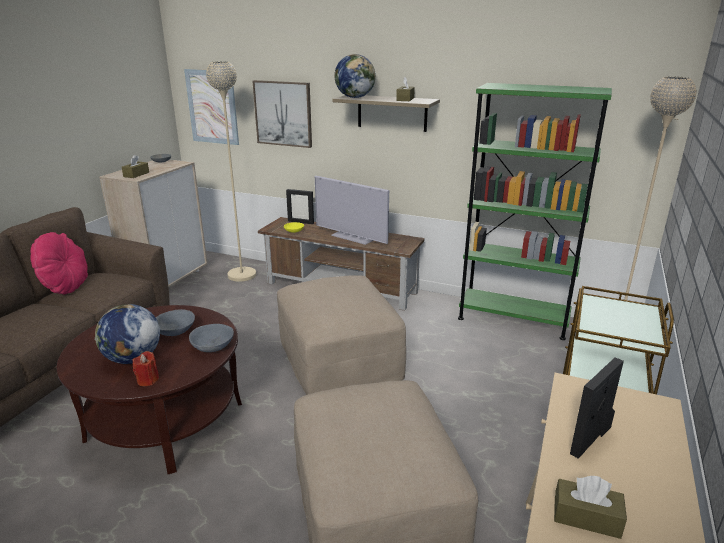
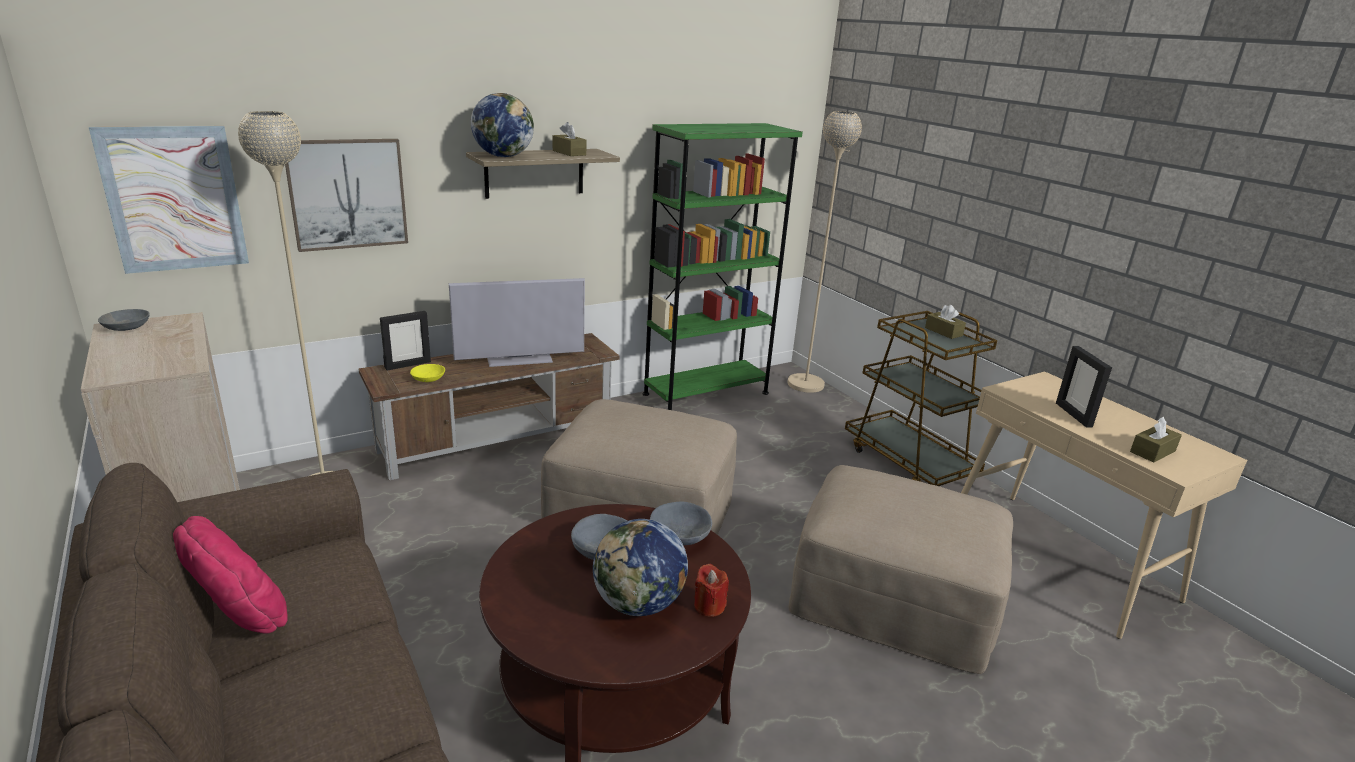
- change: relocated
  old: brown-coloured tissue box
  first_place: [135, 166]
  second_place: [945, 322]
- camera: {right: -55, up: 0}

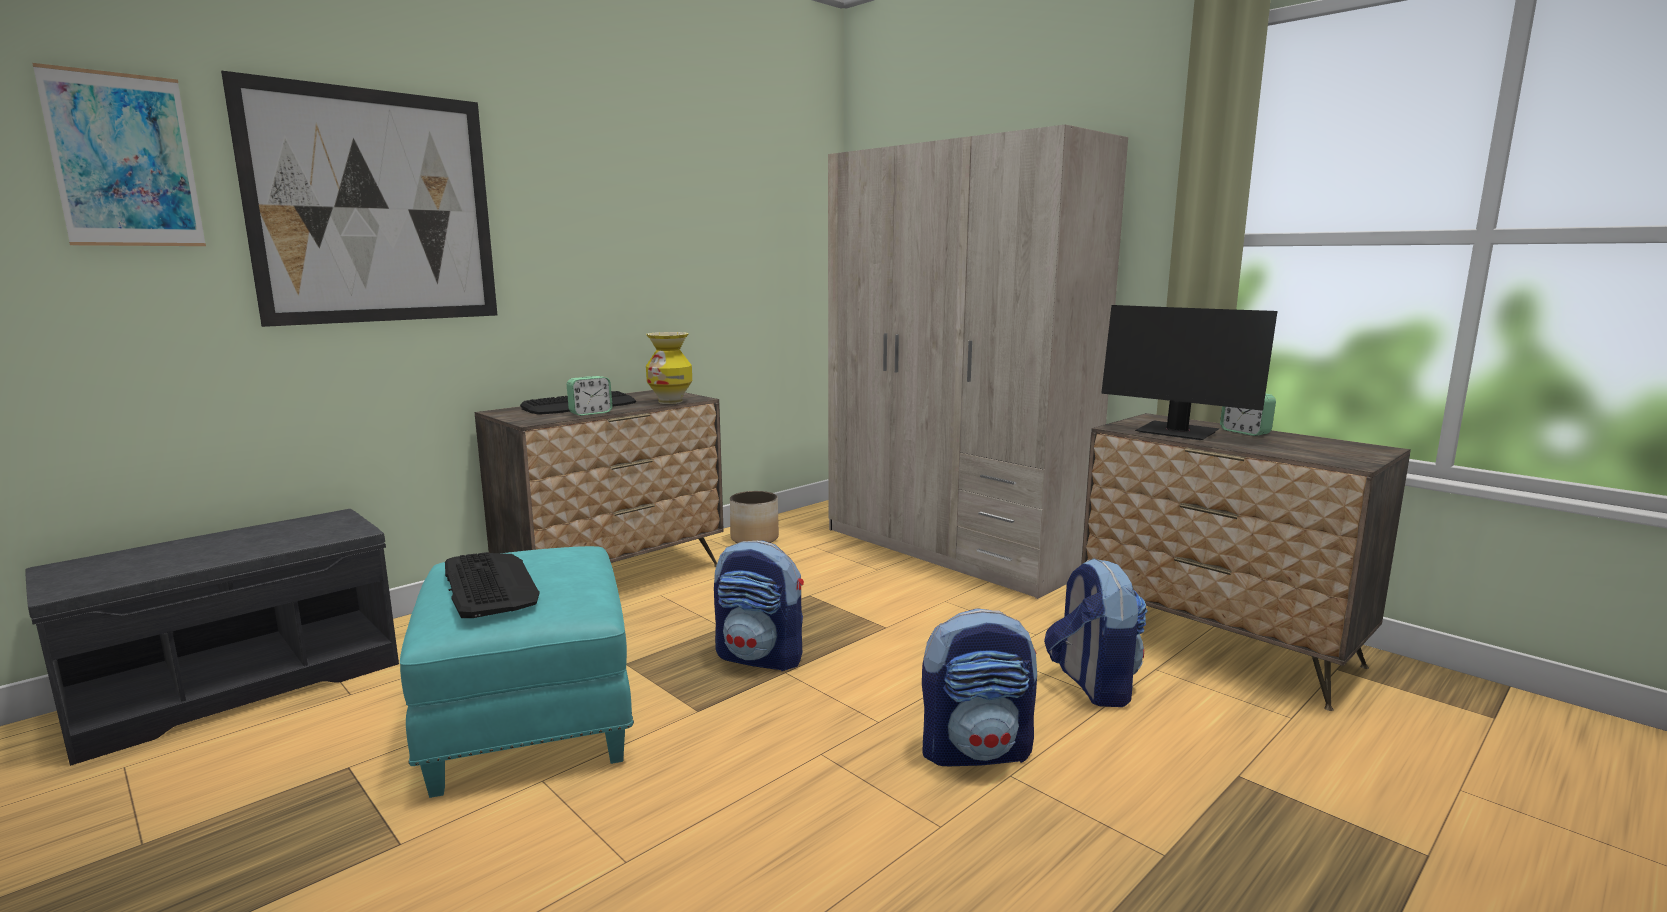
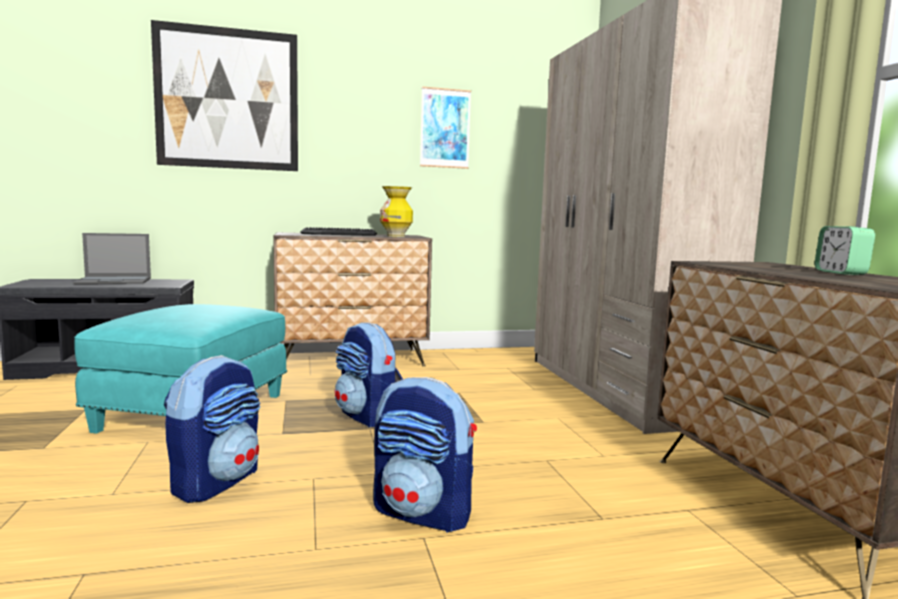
- change: relocated
  old: picture
  first_place: [119, 154]
  second_place: [445, 127]
- change: missing
  old: computer keyboard
  first_place: [492, 585]
- change: missing
  old: table clock
  first_place: [590, 396]
- change: missing
  old: flower pot
  first_place: [754, 517]
- change: relocated
  old: rucksack
  first_place: [1096, 632]
  second_place: [212, 429]
- change: missing
  old: monitor
  first_place: [1189, 372]
- change: appeared
  new: laptop
  second_place: [112, 258]
- camera: {right: 30, up: -5}

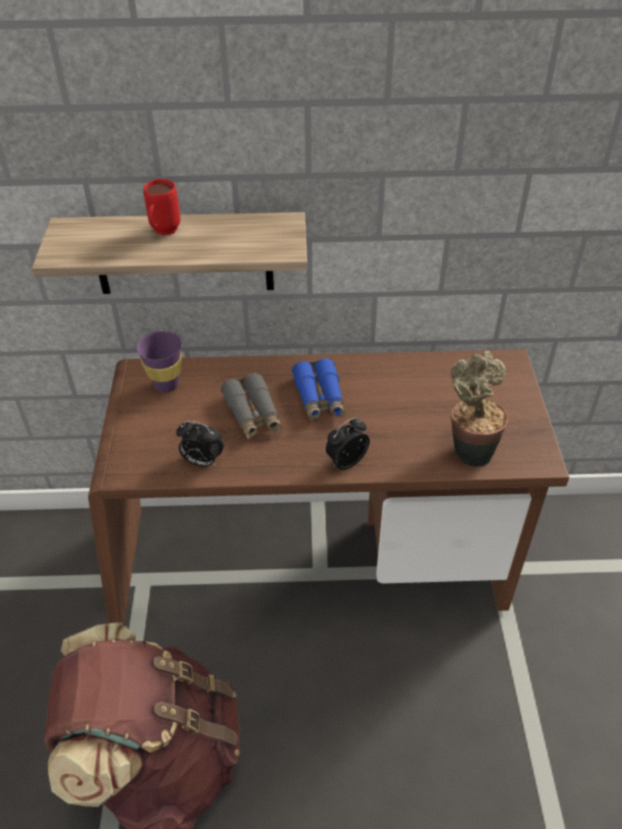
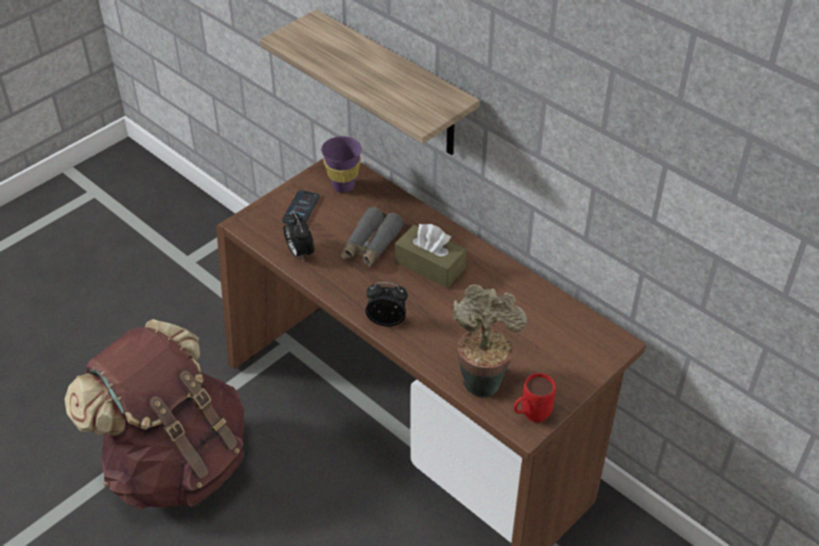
- change: relocated
  old: red-coloured coffee mug
  first_place: [162, 207]
  second_place: [535, 397]
- change: exchanged
  old: blue-coloured field glasses
  new: brown-coloured tissue box
  first_place: [318, 389]
  second_place: [431, 256]
- change: appeared
  new: handset
  second_place: [301, 207]
- camera: {right: 45, up: 0}

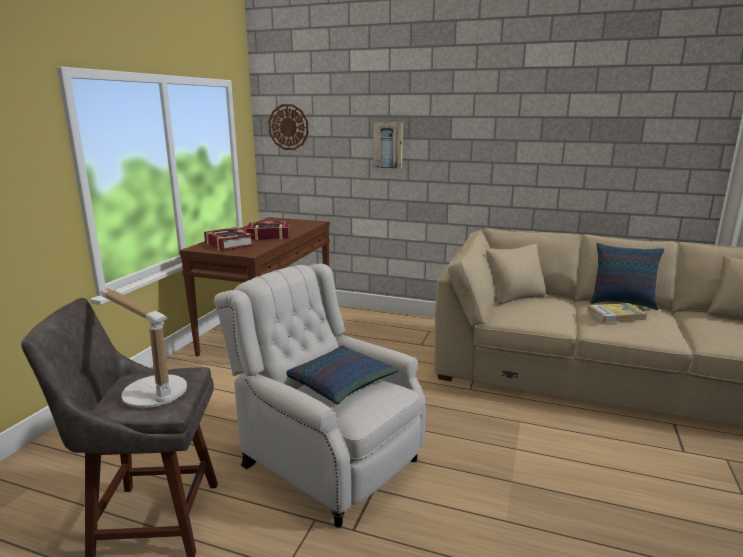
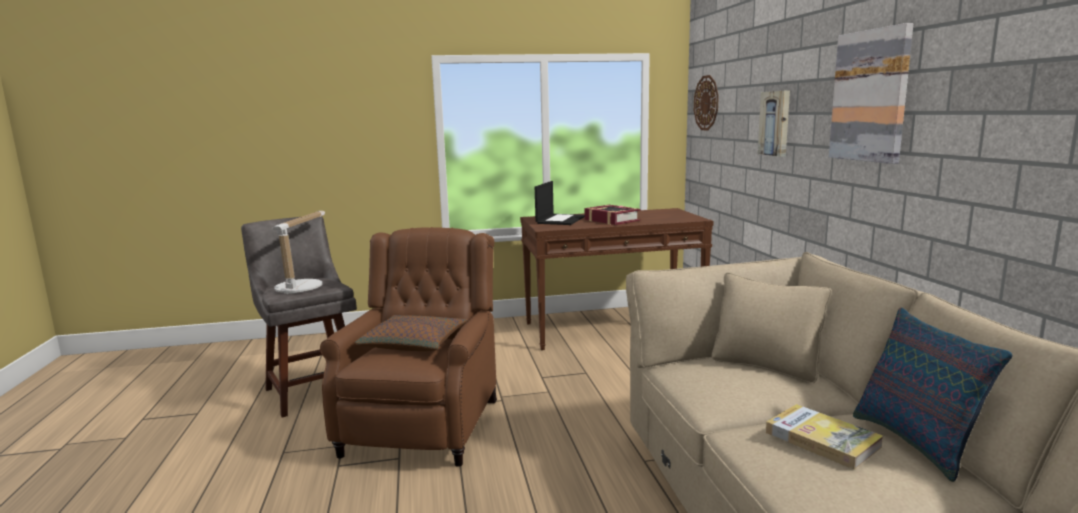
- change: exchanged
  old: bound book
  new: laptop
  first_place: [229, 239]
  second_place: [560, 203]
- change: colour
  old: white-coloured armchair
  new: brown-coloured armchair
  first_place: [320, 395]
  second_place: [408, 347]
- change: colour
  old: blue-coloured pillow
  new: brown-coloured pillow
  first_place: [342, 374]
  second_place: [411, 333]
- change: appeared
  new: picture
  second_place: [871, 93]
- camera: {right: 60, up: -5}

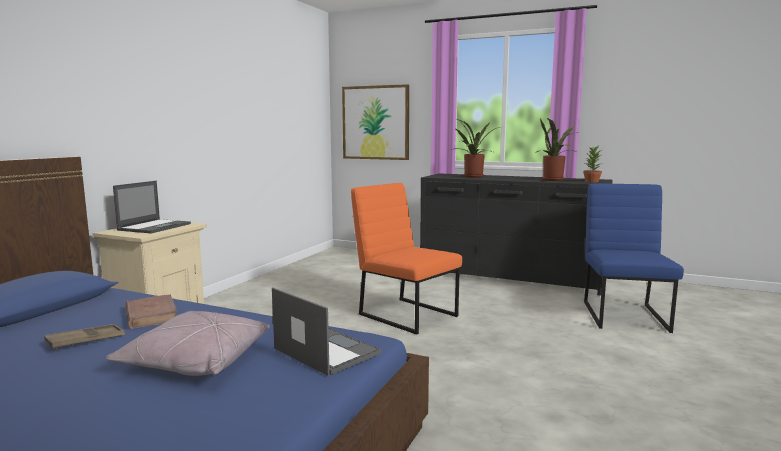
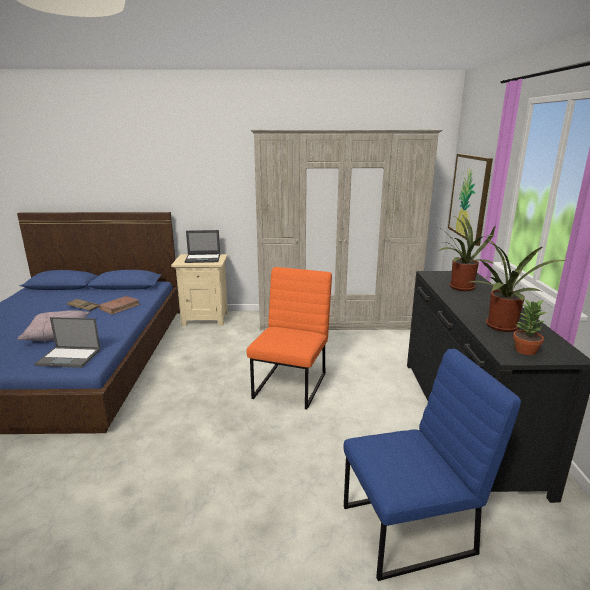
- change: spun
  old: laptop
  first_place: [326, 332]
  second_place: [67, 342]
  degrees: 75
- change: appeared
  new: beige wardrobe
  second_place: [347, 230]
- camera: {right: 65, up: 10}

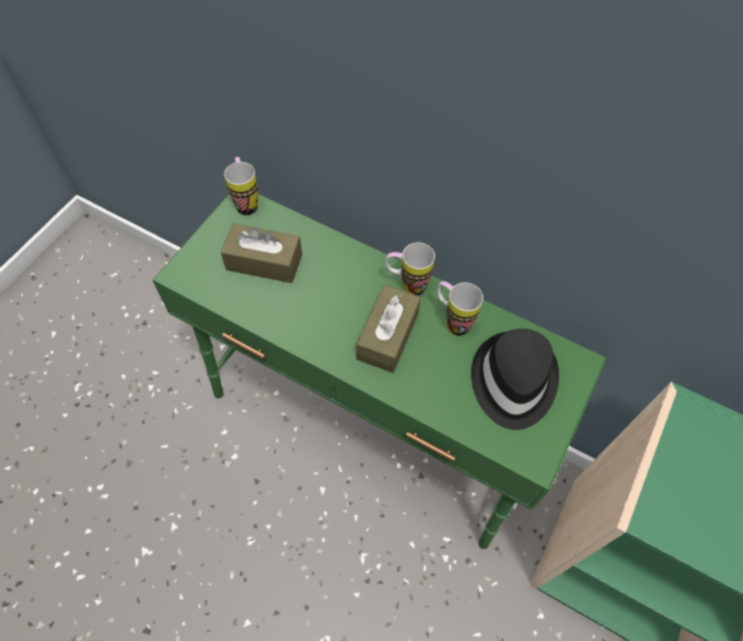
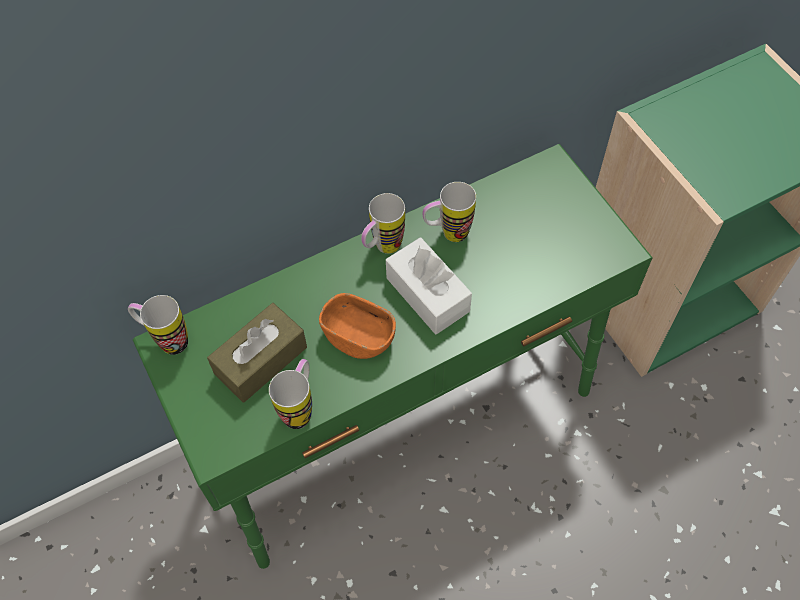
- change: colour
  old: brown-coloured tissue box
  new: white-coloured tissue box
  first_place: [388, 329]
  second_place: [429, 285]
- change: missing
  old: black-coloured clothing hat
  first_place: [515, 379]
- change: appeared
  new: coffee mug
  second_place: [290, 394]
- change: appeared
  new: orangey deep dish
  second_place: [357, 326]
- camera: {right: -55, up: 0}

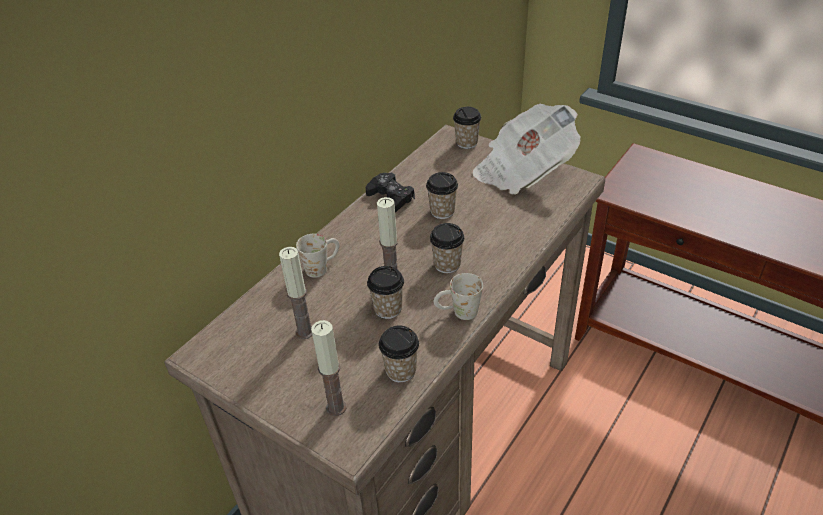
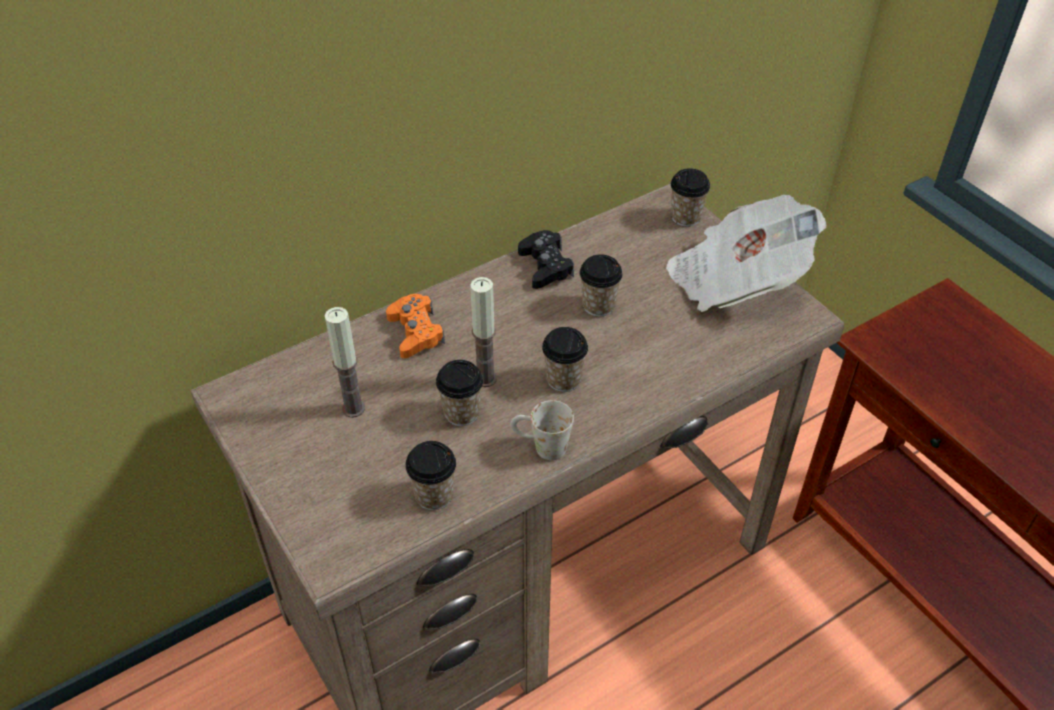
- change: exchanged
  old: white-coloured coffee mug
  new: orangey game controller
  first_place: [318, 256]
  second_place: [415, 326]
- change: missing
  old: wax candle
  first_place: [328, 368]
- camera: {right: 20, up: 5}

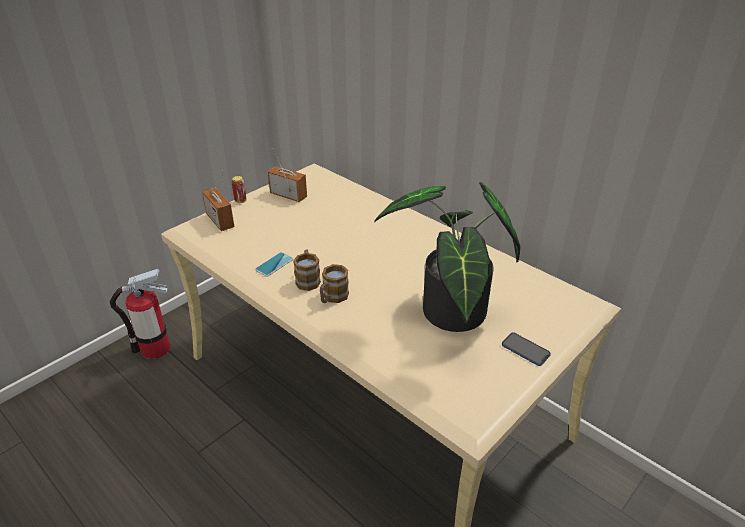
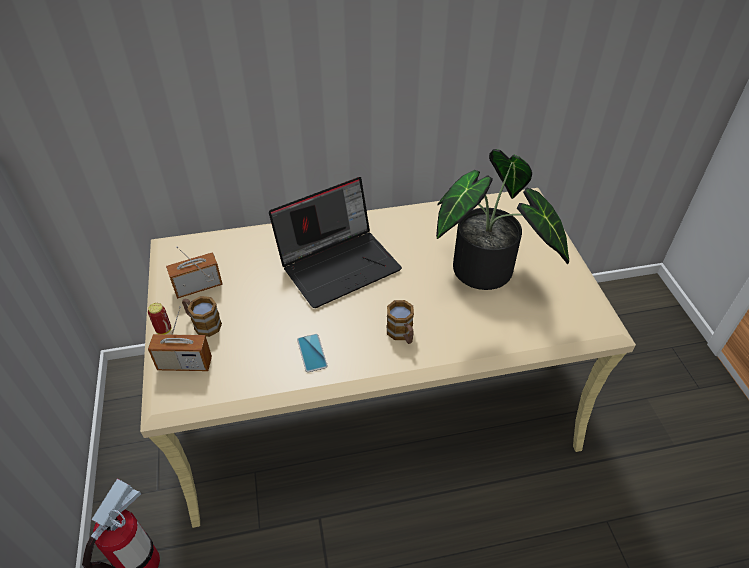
- change: relocated
  old: coffee mug
  first_place: [307, 270]
  second_place: [202, 316]
- change: missing
  old: handset
  first_place: [526, 349]
- change: appeared
  new: laptop
  second_place: [335, 242]
- camera: {right: -55, up: 10}

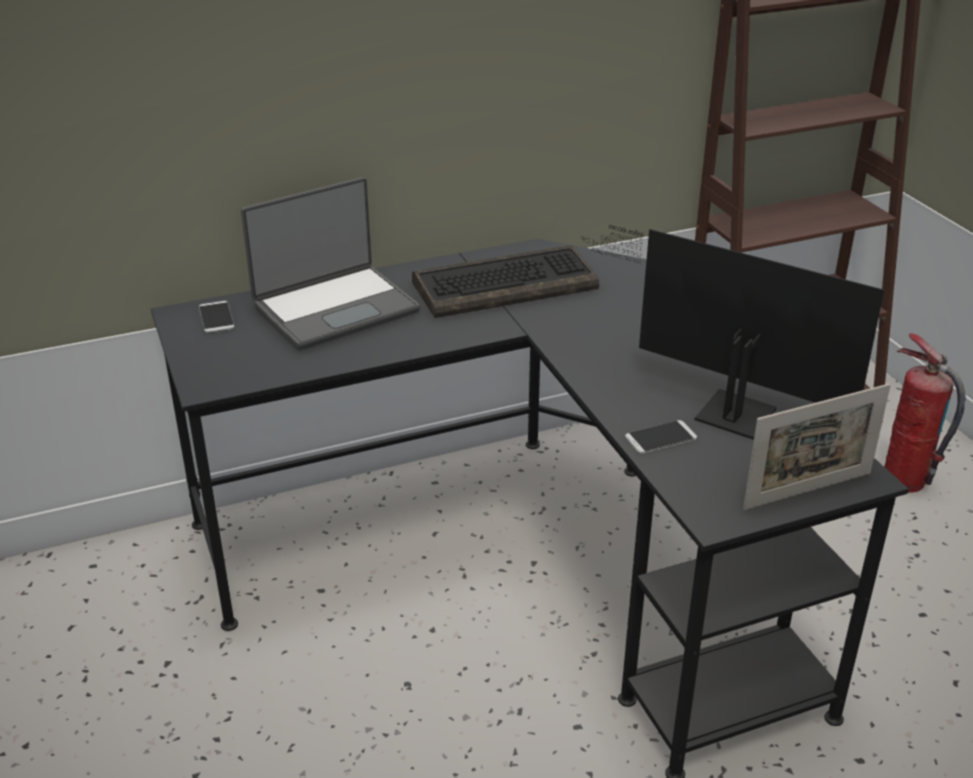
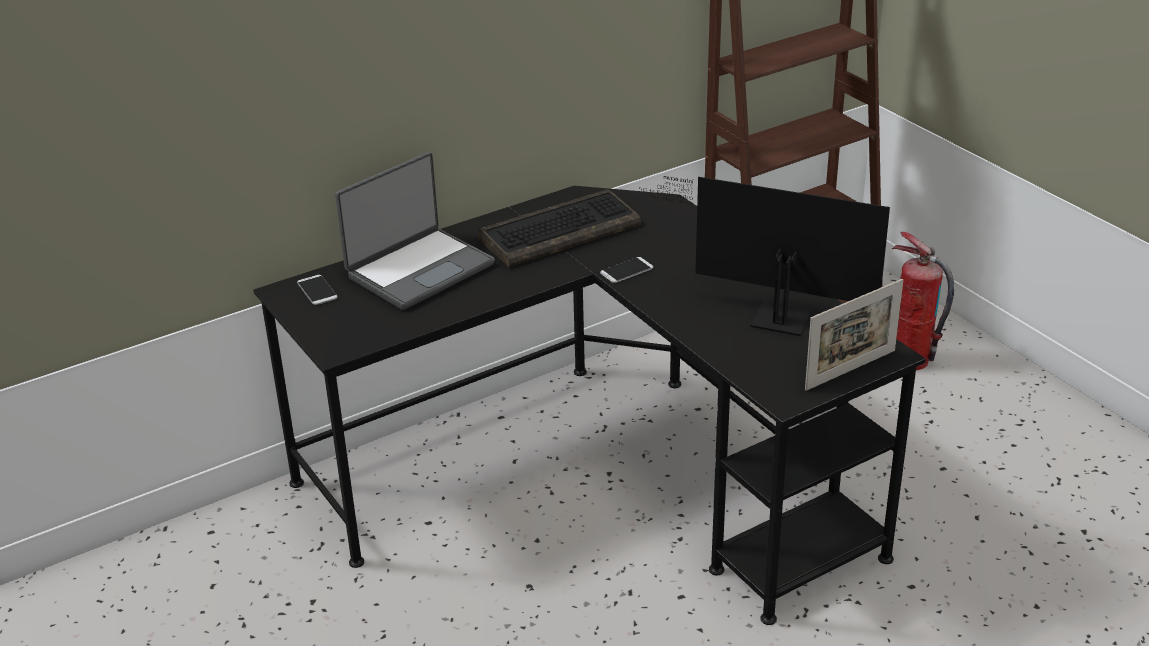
- change: relocated
  old: handset
  first_place: [661, 437]
  second_place: [626, 270]
- camera: {right: -10, up: 0}

